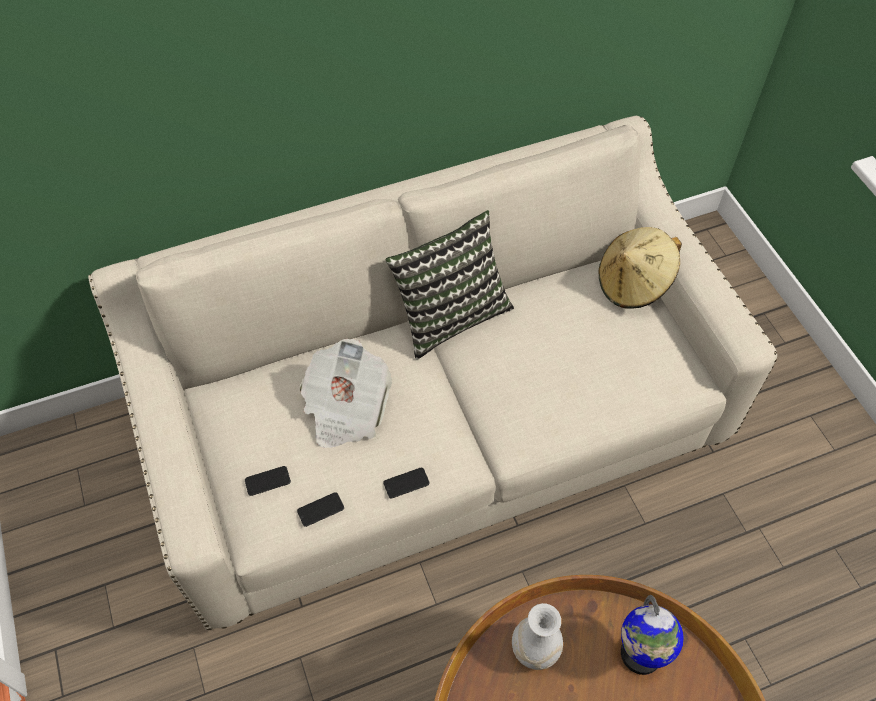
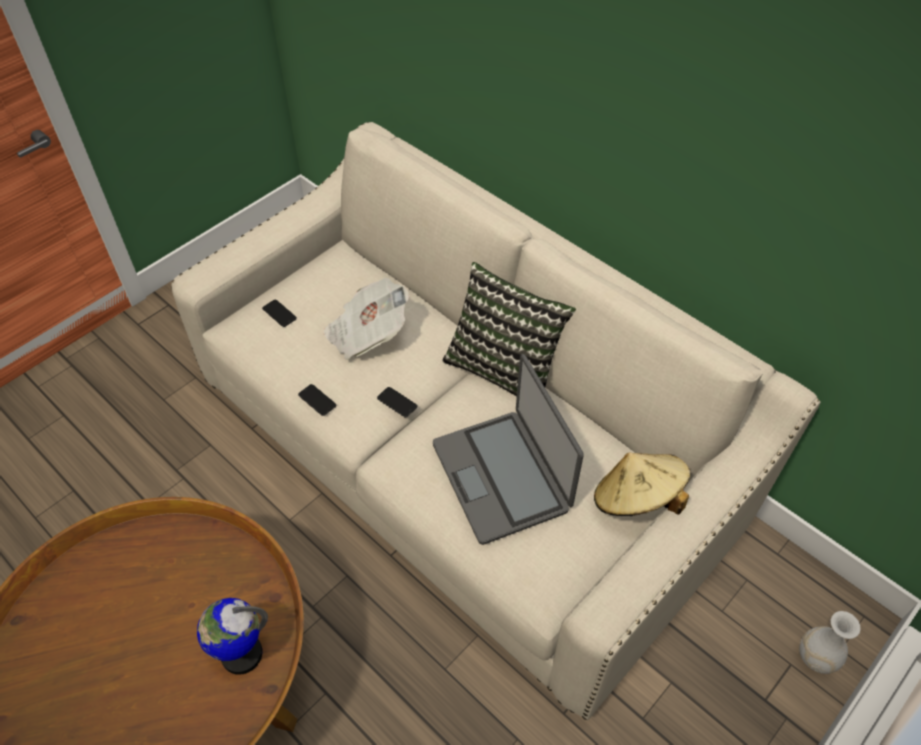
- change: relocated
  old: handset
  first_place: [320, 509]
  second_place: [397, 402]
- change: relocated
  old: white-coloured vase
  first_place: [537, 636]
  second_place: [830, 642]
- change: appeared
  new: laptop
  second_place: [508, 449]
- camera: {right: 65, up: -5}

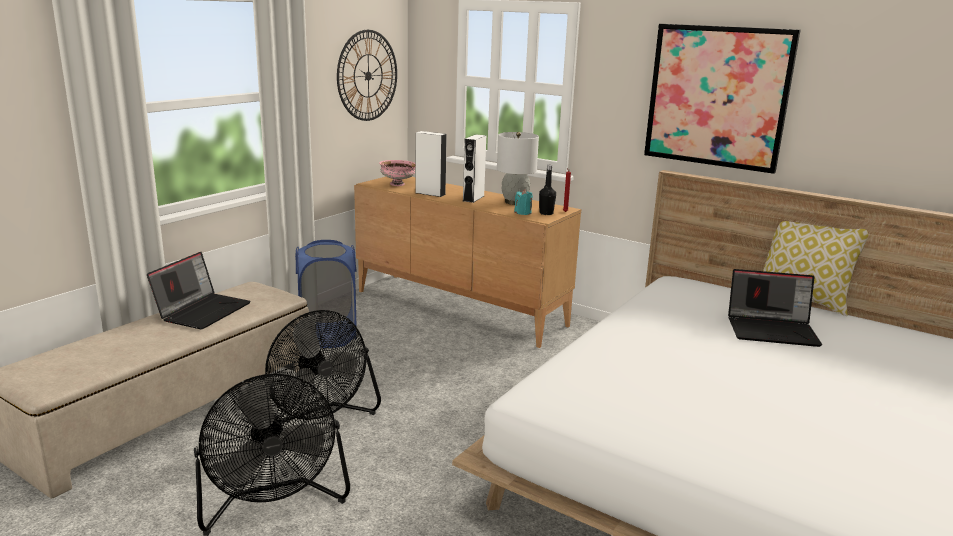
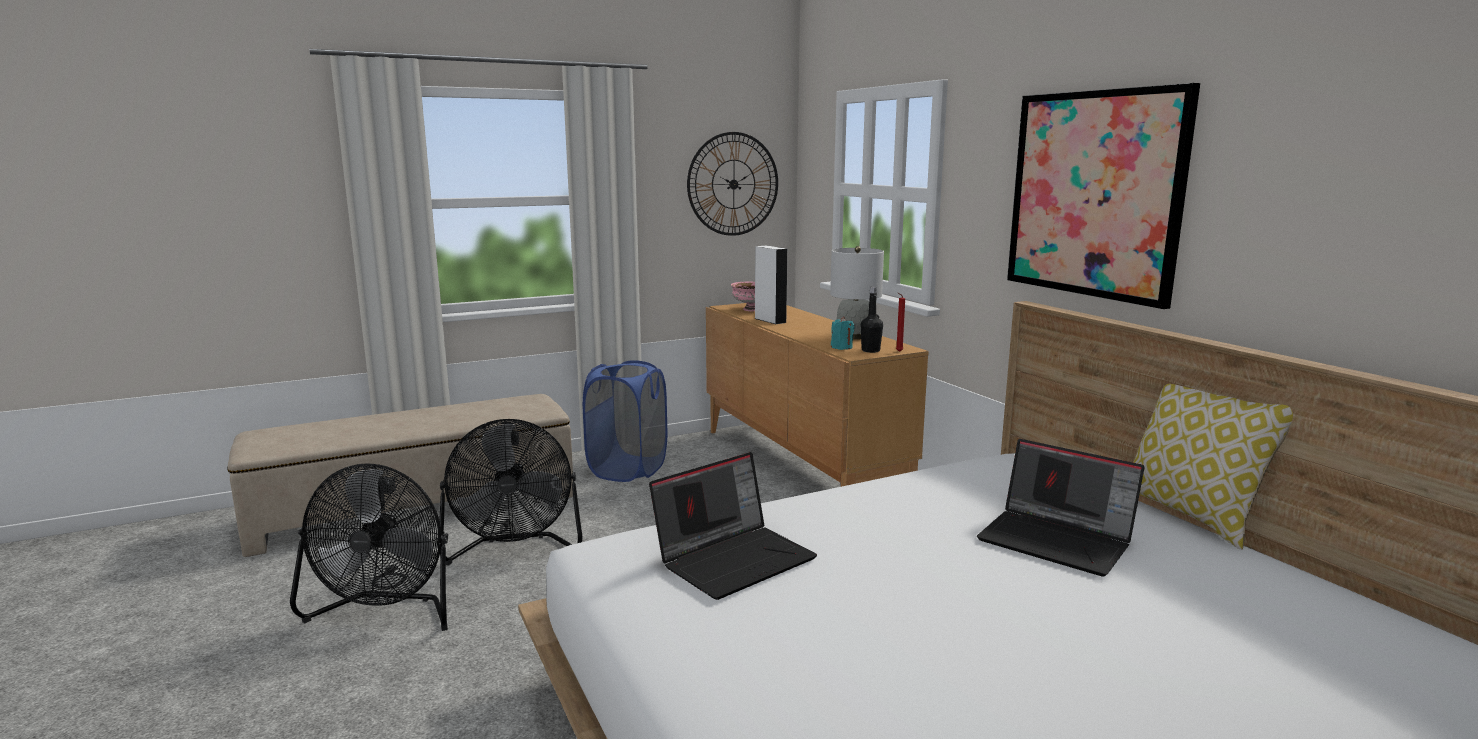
- change: relocated
  old: laptop
  first_place: [199, 290]
  second_place: [733, 526]
- change: missing
  old: white-coloured audio speaker
  first_place: [474, 169]
- camera: {right: 30, up: -5}

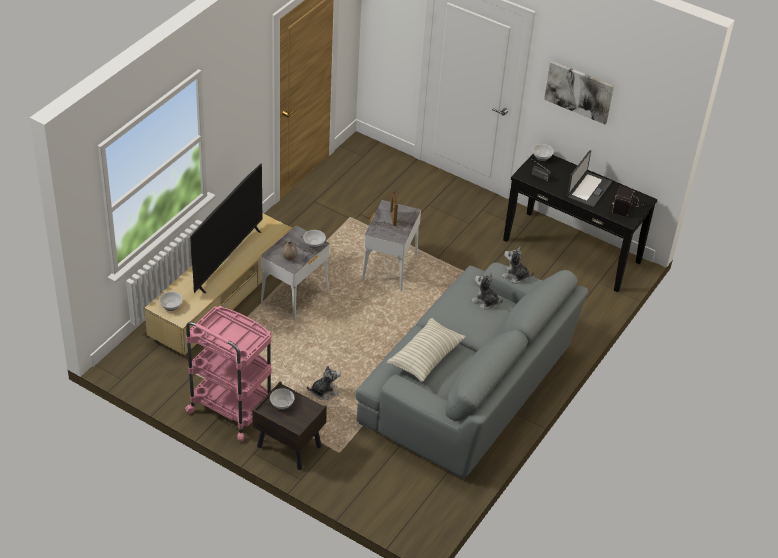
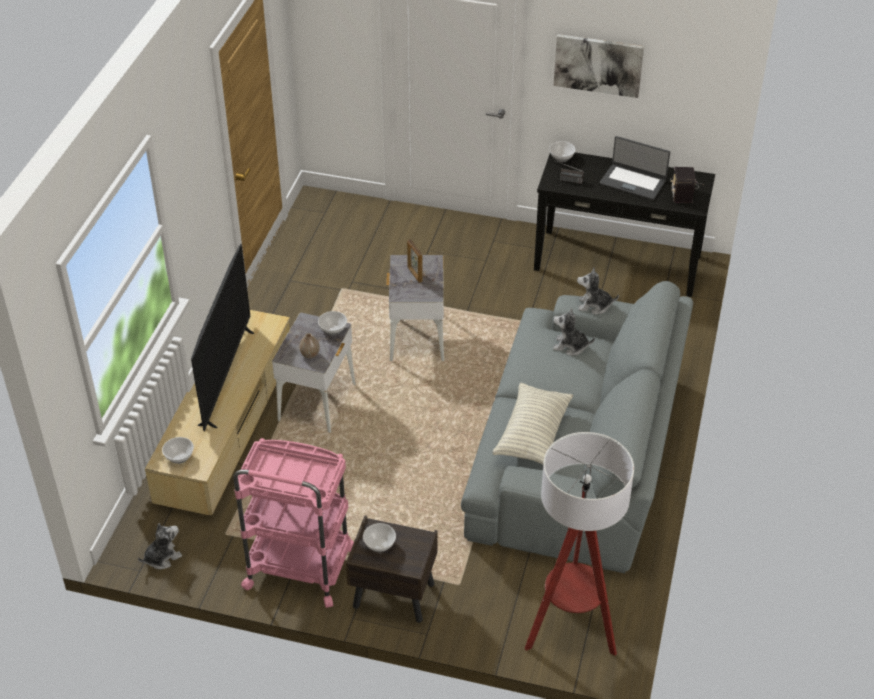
- change: relocated
  old: soft toy
  first_place: [324, 383]
  second_place: [160, 546]
- change: spun
  old: laptop
  first_place: [589, 179]
  second_place: [635, 168]
  degrees: 105
- change: appeared
  new: floor lamp
  second_place: [579, 544]
- camera: {right: -15, up: 0}

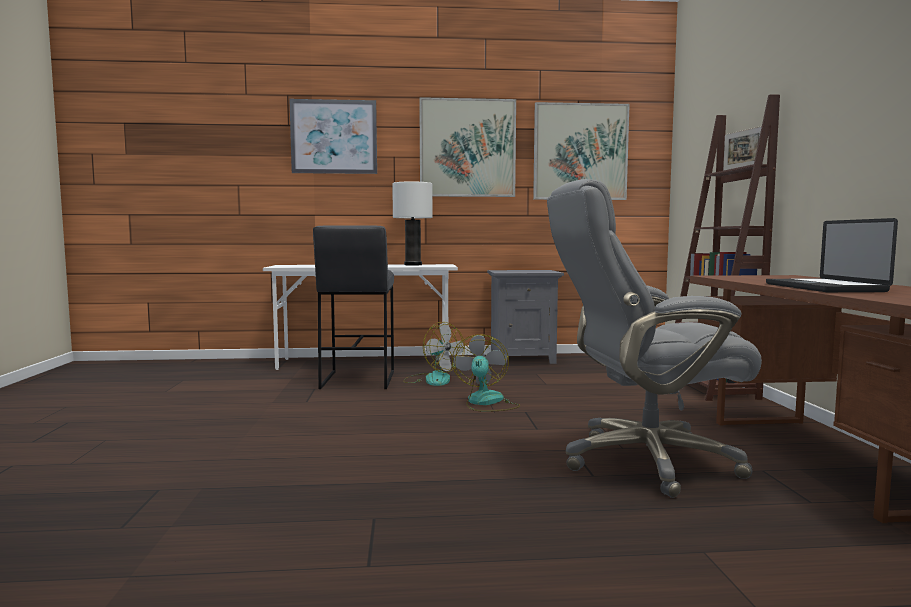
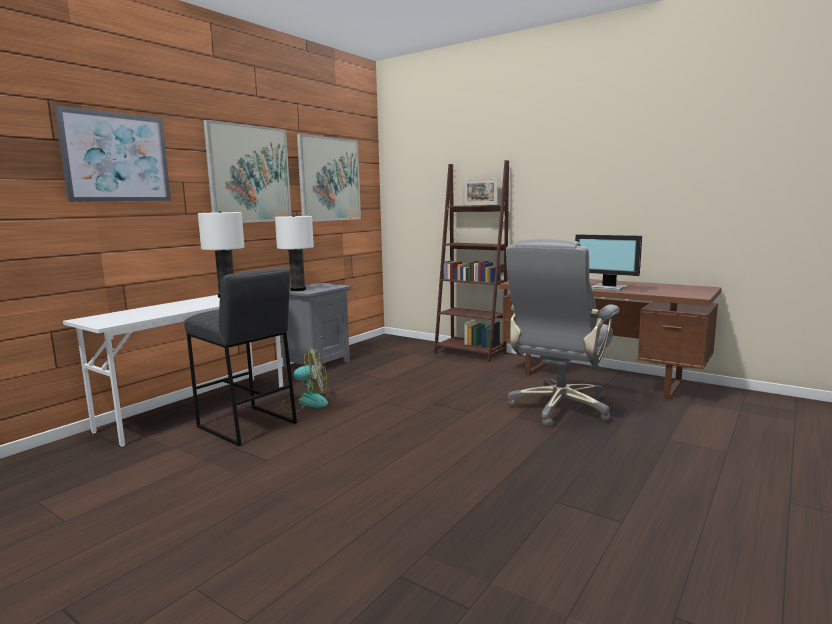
- change: missing
  old: electric fan
  first_place: [486, 373]
- change: exchanged
  old: laptop
  new: monitor
  first_place: [832, 255]
  second_place: [608, 262]
- change: appeared
  new: white-coloured table lamp
  second_place: [294, 253]
- camera: {right: -50, up: 5}

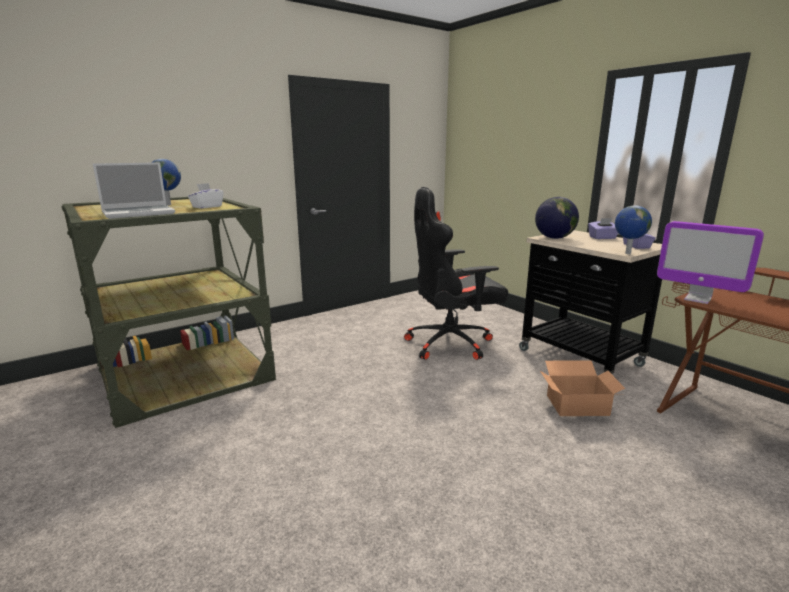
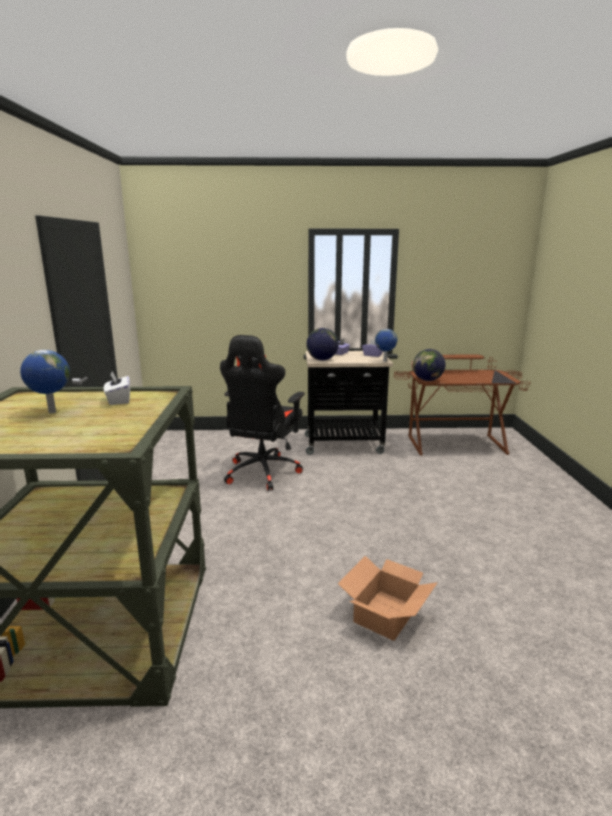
- change: missing
  old: laptop
  first_place: [134, 190]
- change: relocated
  old: carton
  first_place: [583, 388]
  second_place: [388, 598]
- change: exchanged
  old: monitor
  new: globe
  first_place: [710, 262]
  second_place: [429, 365]
- camera: {right: -55, up: 0}

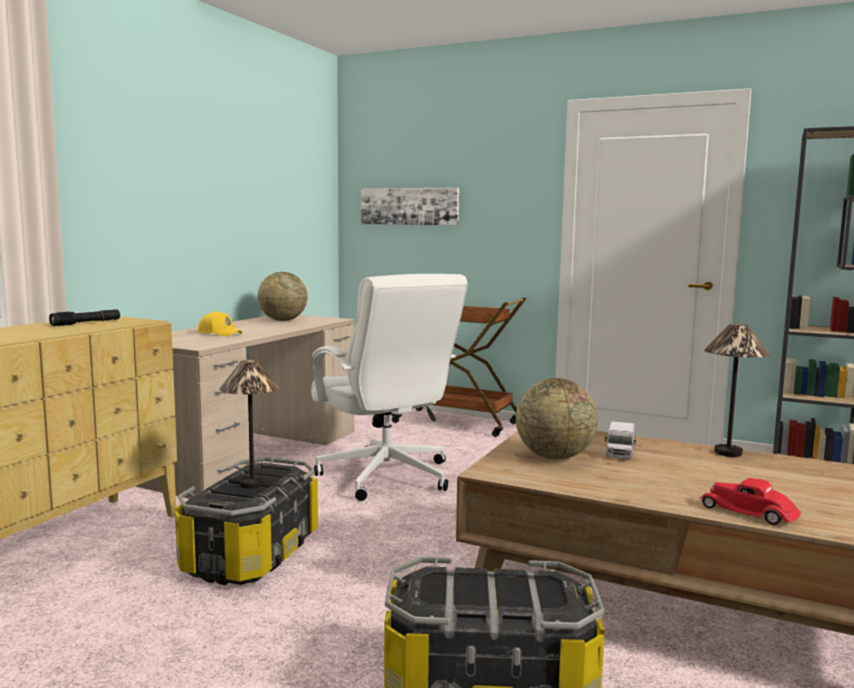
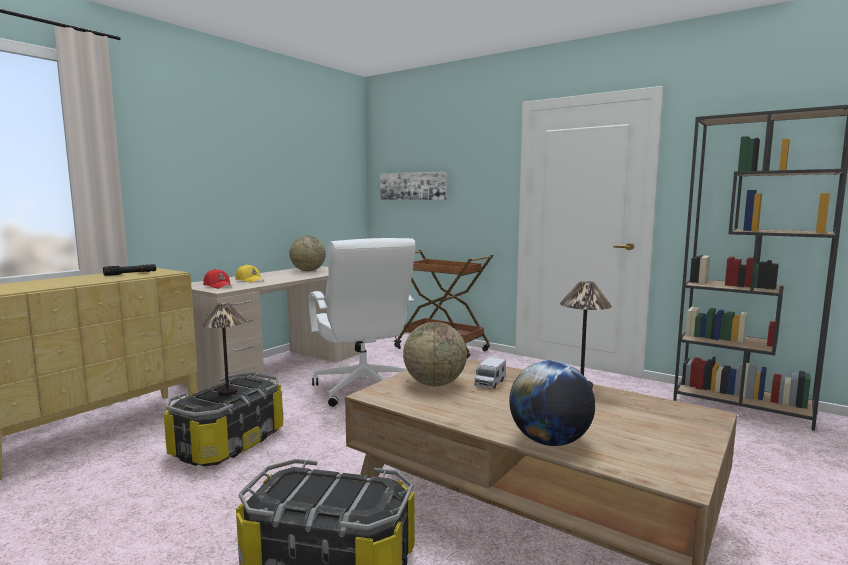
- change: exchanged
  old: red-coloured miniature car
  new: globe
  first_place: [750, 501]
  second_place: [552, 403]
- change: appeared
  new: red-coloured baseball cap
  second_place: [217, 279]
- camera: {right: 10, up: 0}

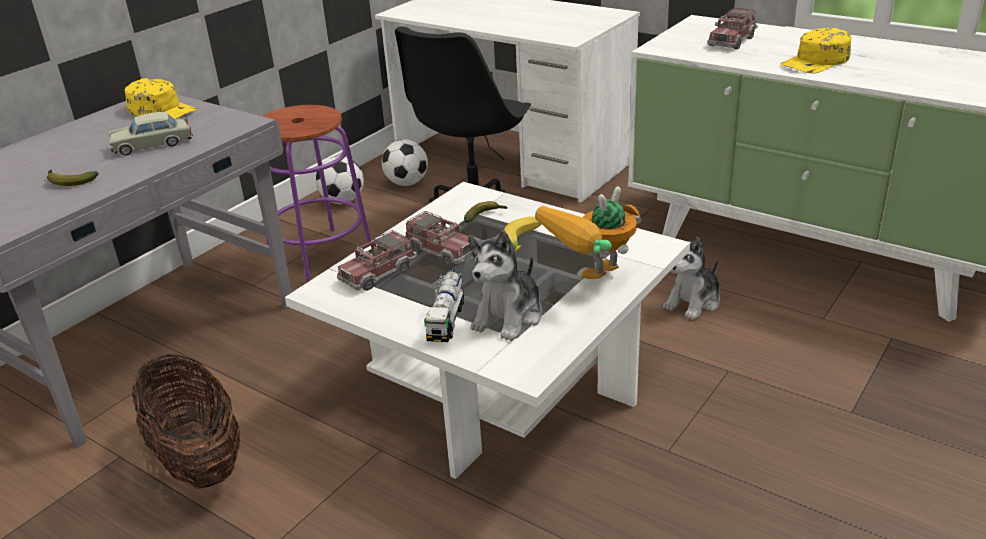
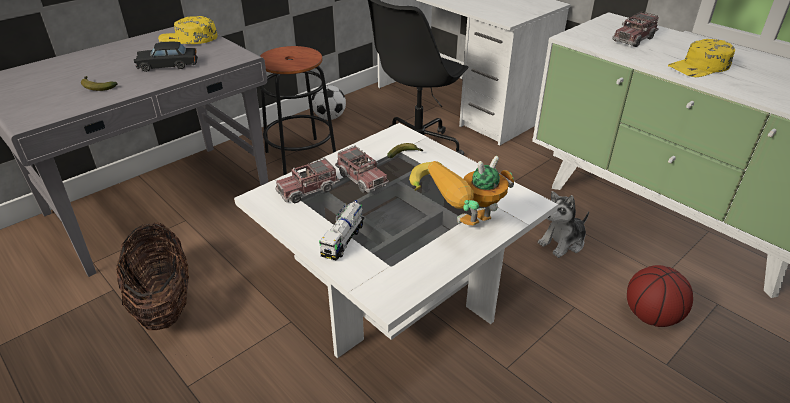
- change: colour
  old: beige miniature car
  new: black-coloured miniature car
  first_place: [150, 134]
  second_place: [166, 57]
- change: spun
  old: yellowish baseball cap
  first_place: [161, 98]
  second_place: [187, 30]
  degrees: 135
- change: colour
  old: purple-coloured stool seat
  new: black-coloured stool seat
  first_place: [316, 194]
  second_place: [298, 110]
- change: missing
  old: ball for football
  first_place: [405, 162]
- change: missing
  old: soft toy
  first_place: [505, 285]
- change: appeared
  new: basketball ball
  second_place: [660, 296]
- camera: {right: 10, up: 5}

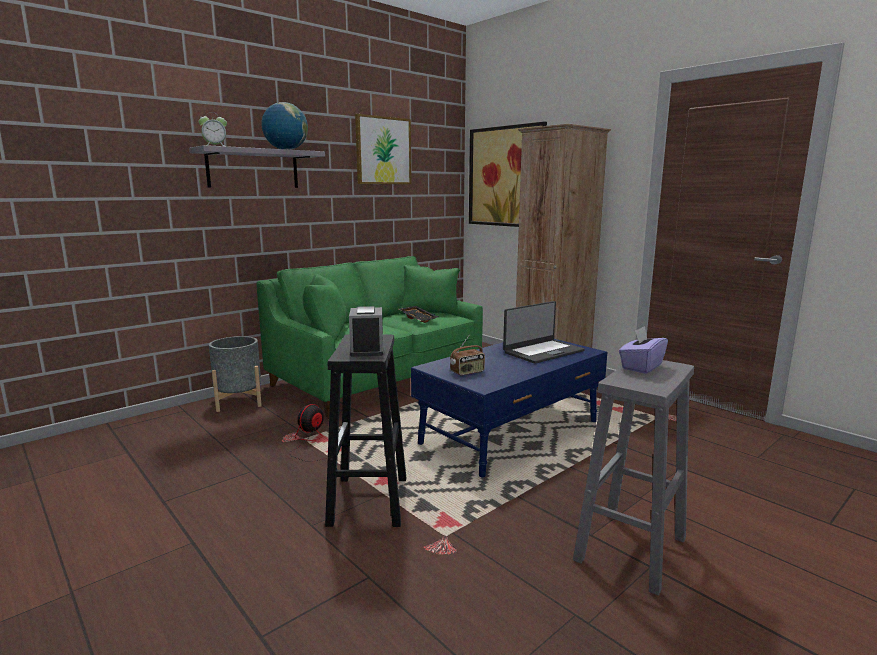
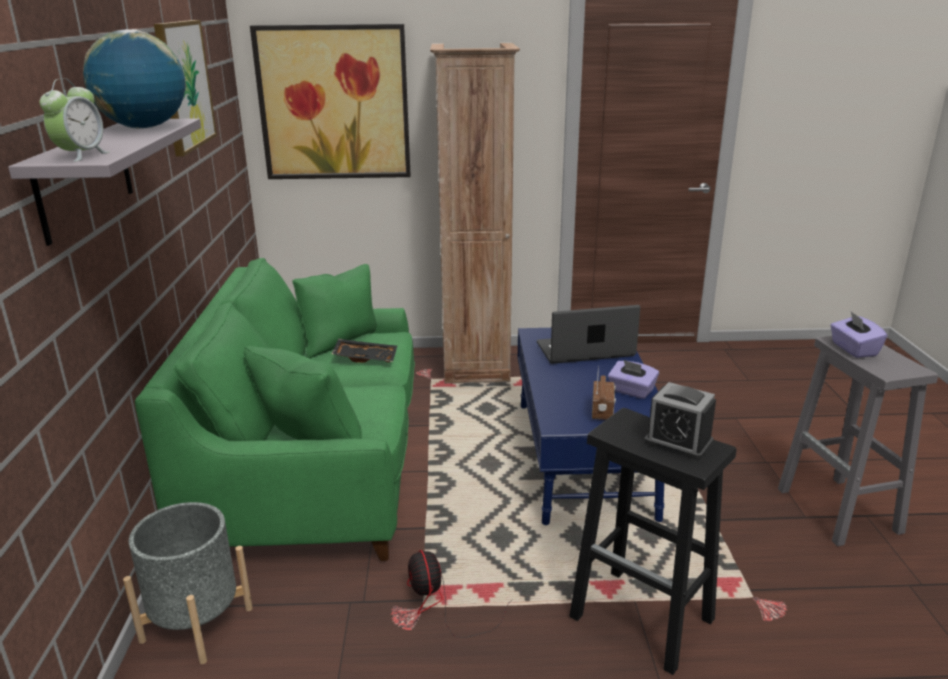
- change: spun
  old: laptop
  first_place: [544, 332]
  second_place: [588, 334]
  degrees: -105
- change: appeared
  new: purple-coloured tissue box
  second_place: [633, 379]
- camera: {right: -50, up: 10}

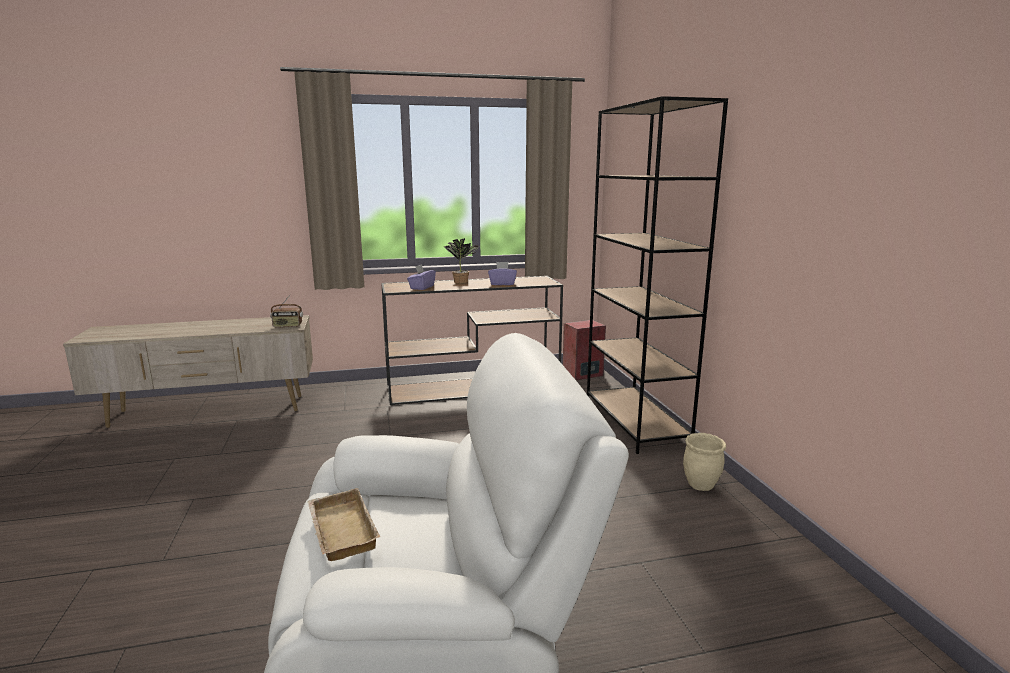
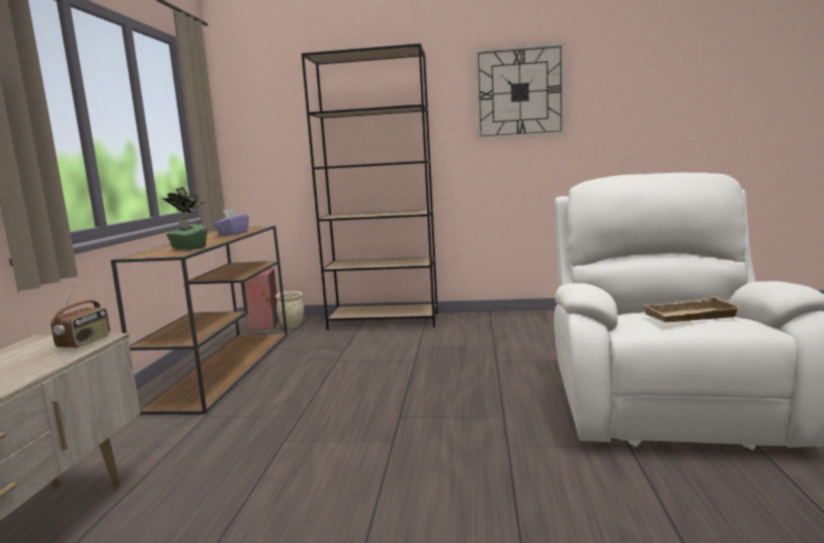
- change: colour
  old: purple-coloured tissue box
  new: green-coloured tissue box
  first_place: [421, 277]
  second_place: [186, 234]
- change: relocated
  old: beige flower pot
  first_place: [704, 462]
  second_place: [289, 310]
- change: appeared
  new: clock on the wall
  second_place: [519, 91]
- camera: {right: -70, up: -5}

